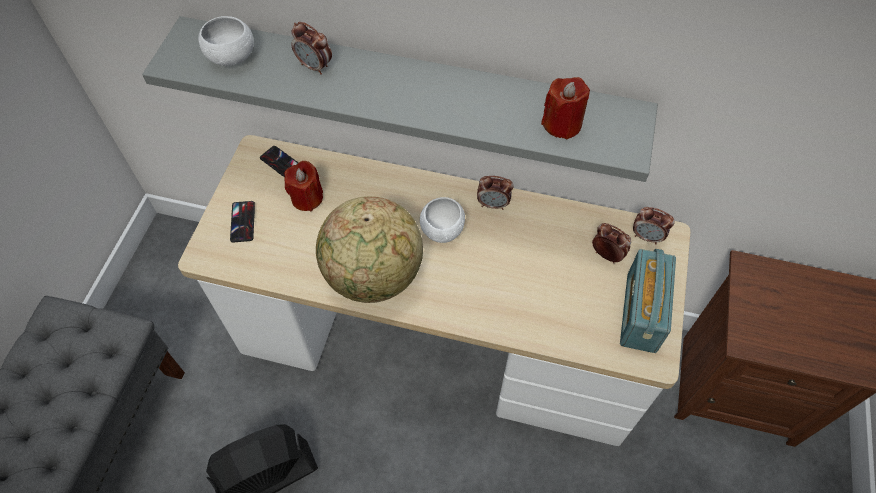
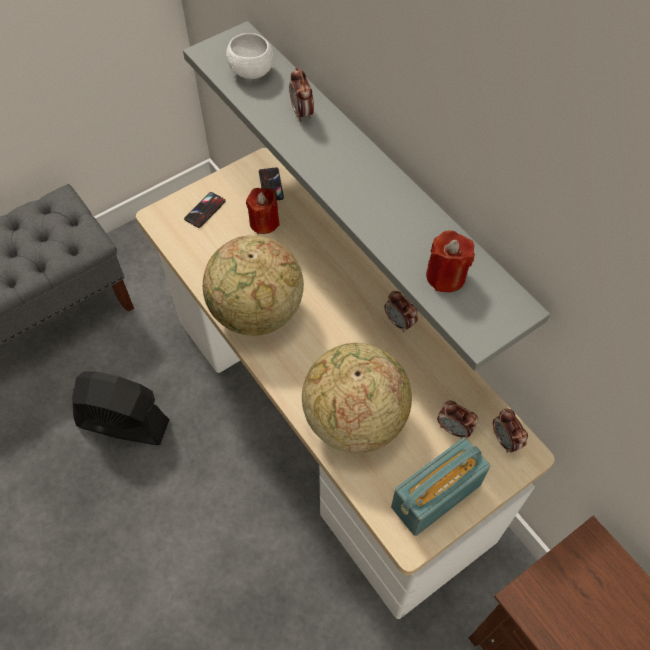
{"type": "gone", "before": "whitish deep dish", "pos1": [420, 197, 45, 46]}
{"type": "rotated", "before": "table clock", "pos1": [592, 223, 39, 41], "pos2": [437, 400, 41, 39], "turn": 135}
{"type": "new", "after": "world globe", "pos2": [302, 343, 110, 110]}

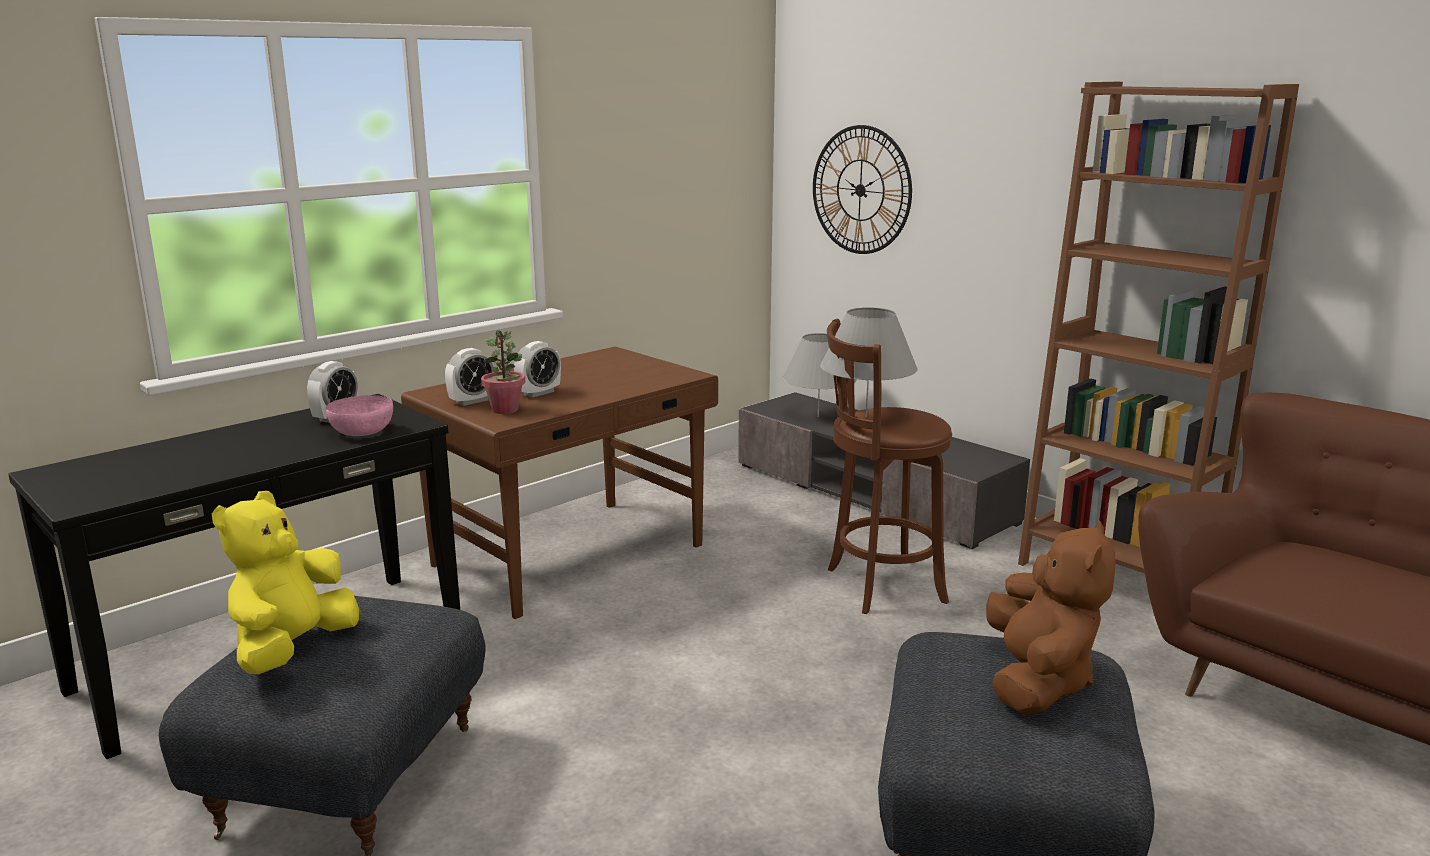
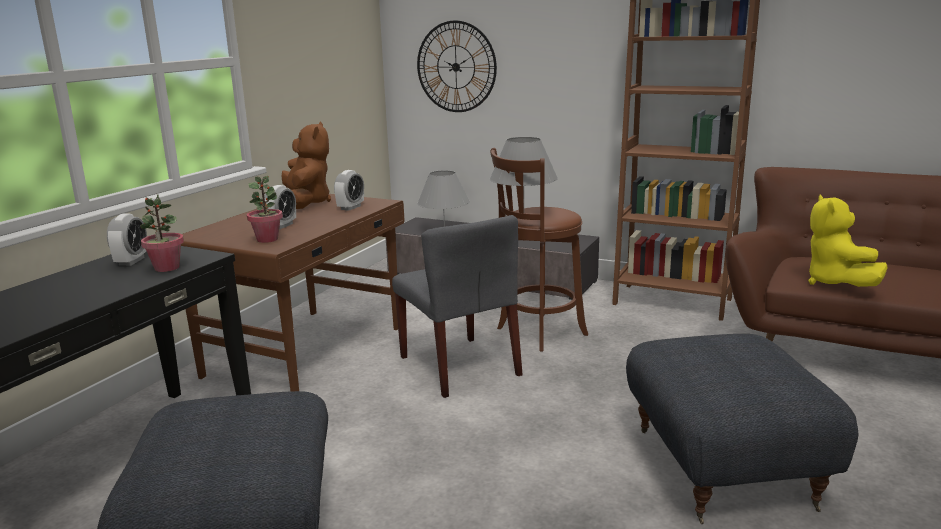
{"type": "shifted", "before": "table clock", "pos1": [445, 348, 50, 58], "pos2": [334, 170, 30, 41]}
{"type": "swapped", "before": "pinkish deep dish", "after": "plant in a pot", "pos1": [326, 395, 67, 41], "pos2": [140, 195, 44, 77]}
{"type": "shifted", "before": "yellowish plush toy", "pos1": [212, 491, 147, 183], "pos2": [808, 195, 80, 92]}
{"type": "shifted", "before": "brownish plush toy", "pos1": [986, 520, 129, 195], "pos2": [282, 121, 49, 88]}
{"type": "new", "after": "greyish chair", "pos2": [392, 215, 131, 183]}

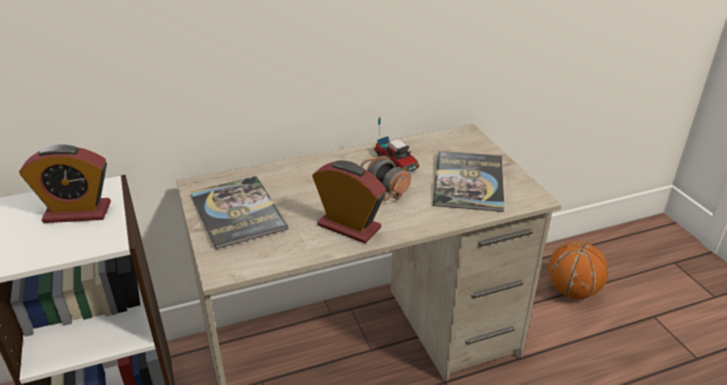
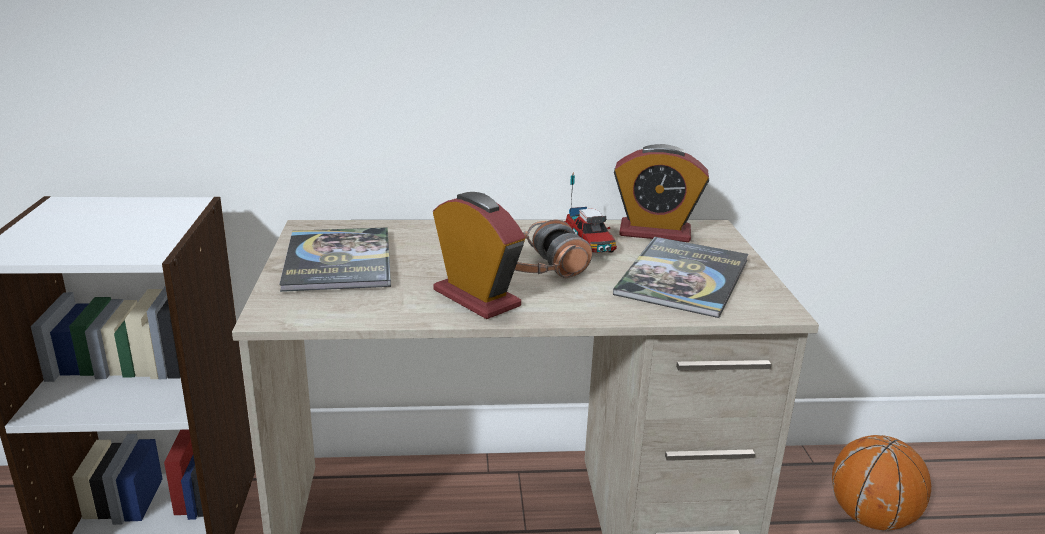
{"type": "shifted", "before": "table clock", "pos1": [19, 144, 92, 79], "pos2": [614, 144, 95, 98]}

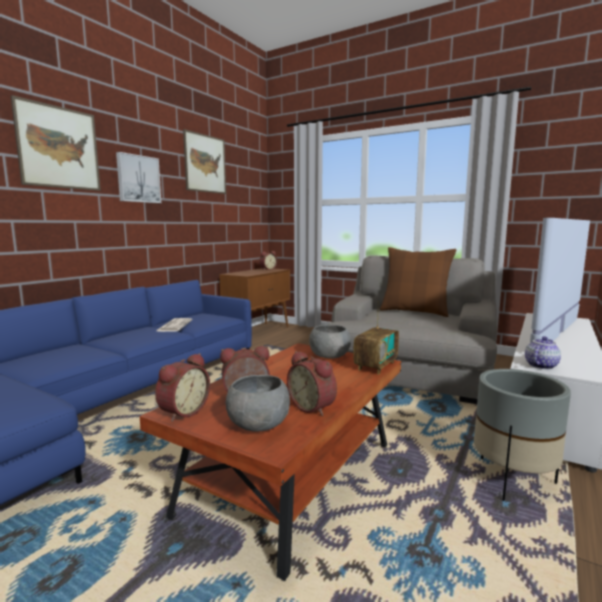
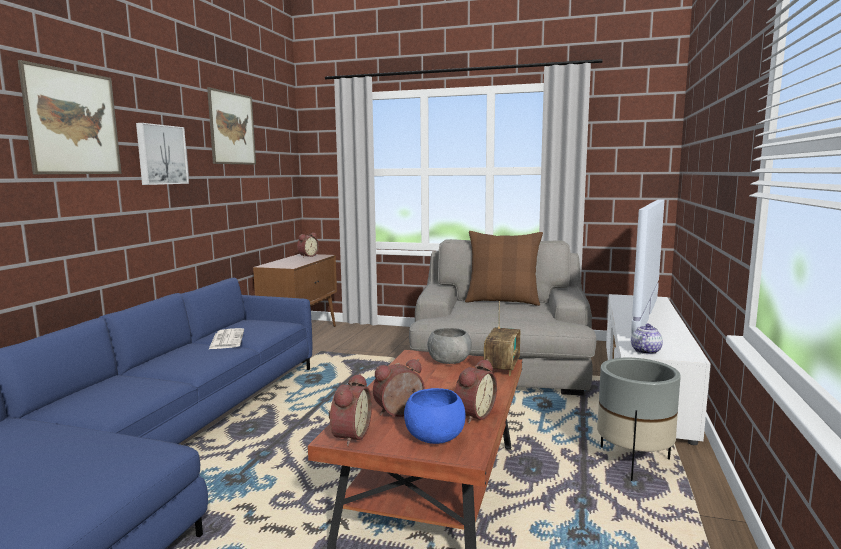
{"type": "rotated", "before": "table clock", "pos1": [287, 351, 50, 65], "pos2": [455, 359, 42, 65], "turn": -90}
{"type": "repainted", "before": "greyish deep dish", "after": "blue-coloured deep dish", "pos1": [226, 375, 64, 57], "pos2": [404, 388, 62, 56]}

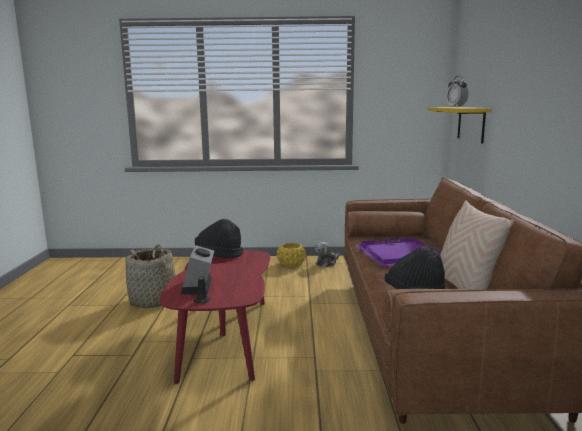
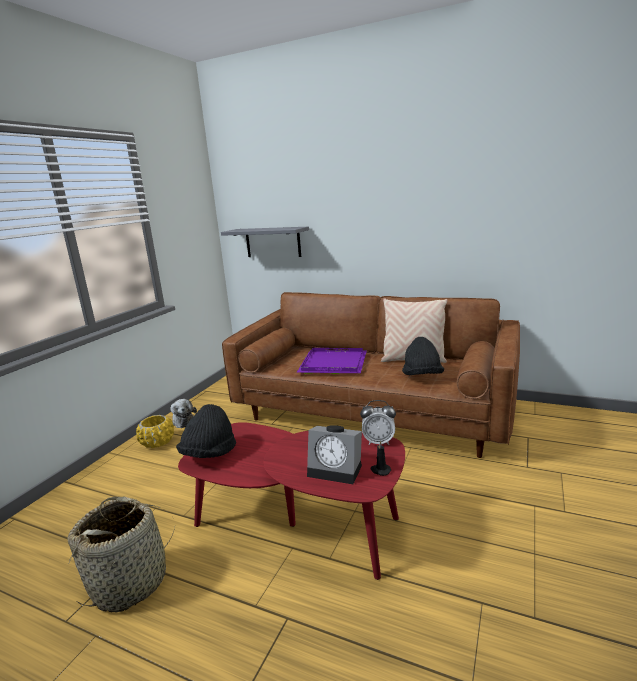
{"type": "shifted", "before": "table clock", "pos1": [446, 76, 23, 32], "pos2": [360, 400, 36, 45]}
{"type": "repainted", "before": "yellowish wall shelf", "after": "greyish wall shelf", "pos1": [428, 107, 63, 37], "pos2": [221, 227, 88, 30]}

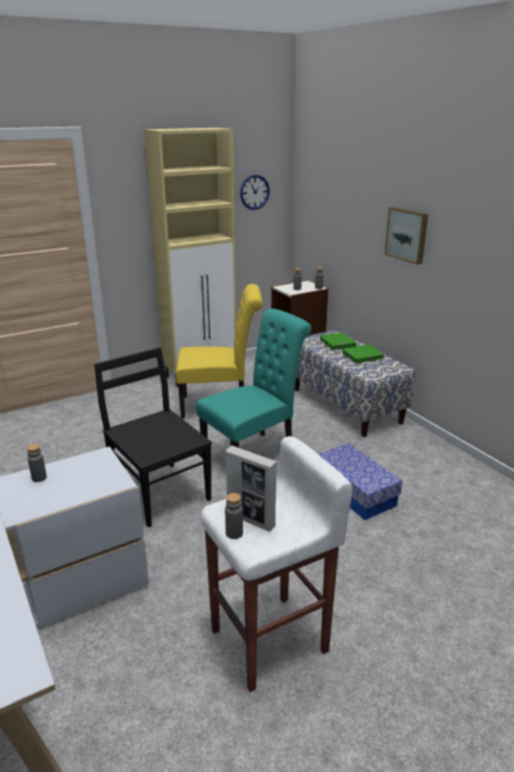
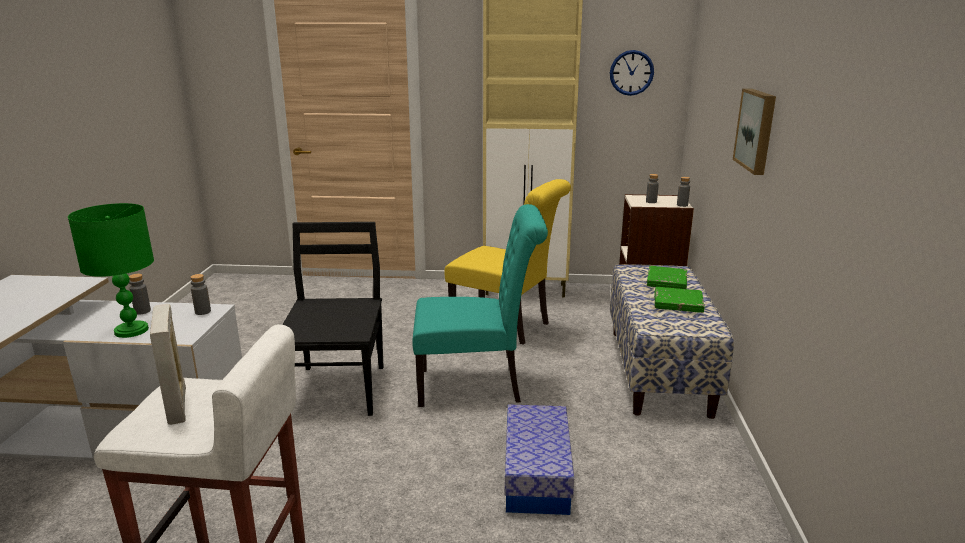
{"type": "shifted", "before": "greyish drink bottle", "pos1": [225, 493, 18, 46], "pos2": [190, 274, 21, 41]}
{"type": "new", "after": "greenish lamp for a table", "pos2": [68, 203, 86, 135]}

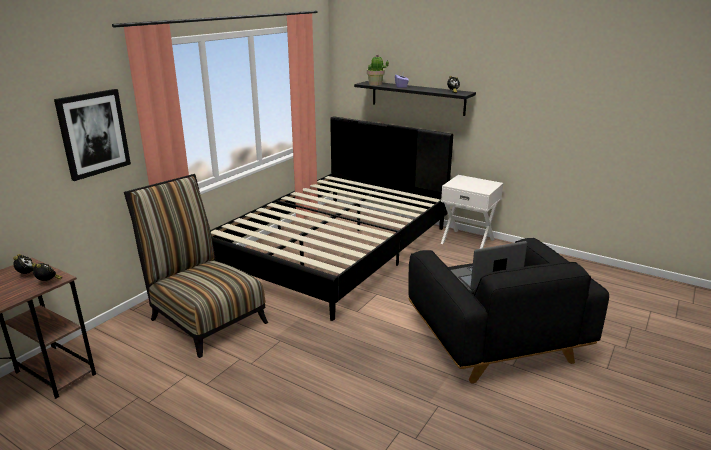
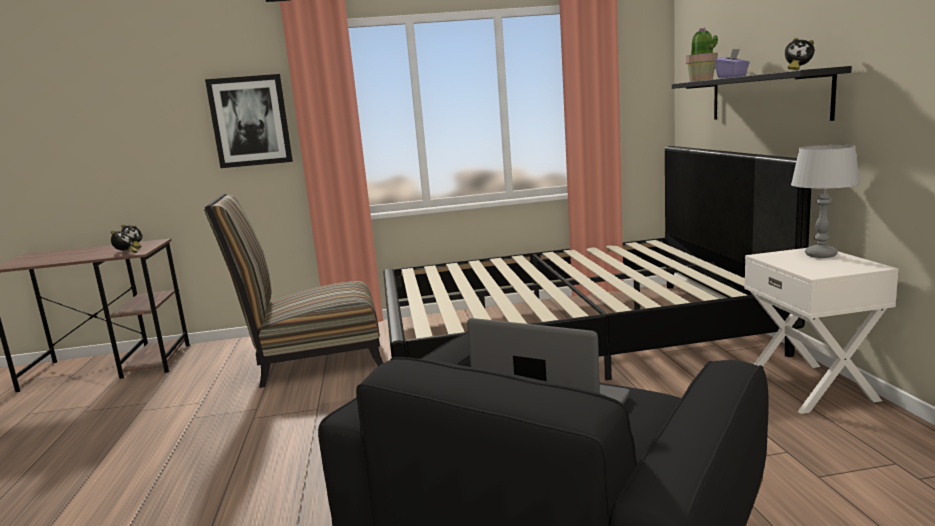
{"type": "rotated", "before": "chair", "pos1": [124, 174, 144, 184], "pos2": [204, 194, 179, 194], "turn": -105}
{"type": "new", "after": "greyish lamp for a table", "pos2": [791, 145, 69, 113]}

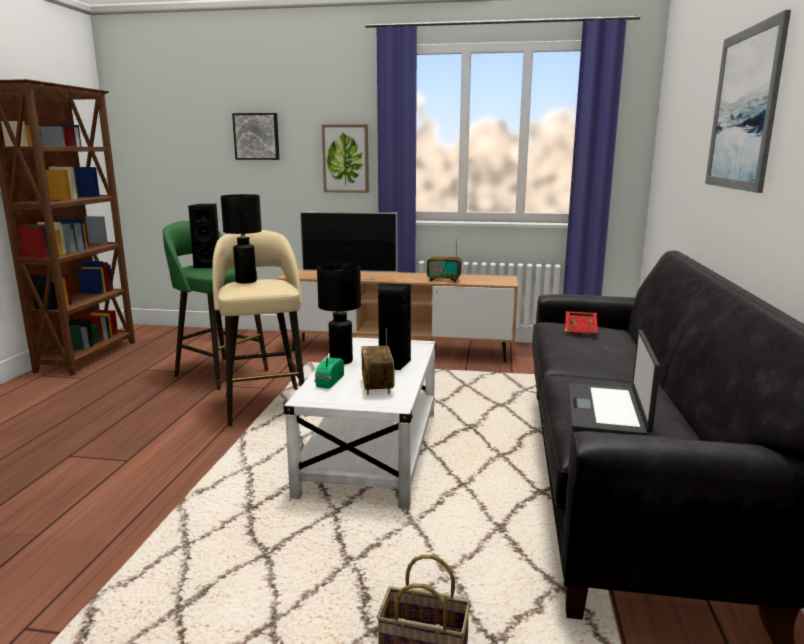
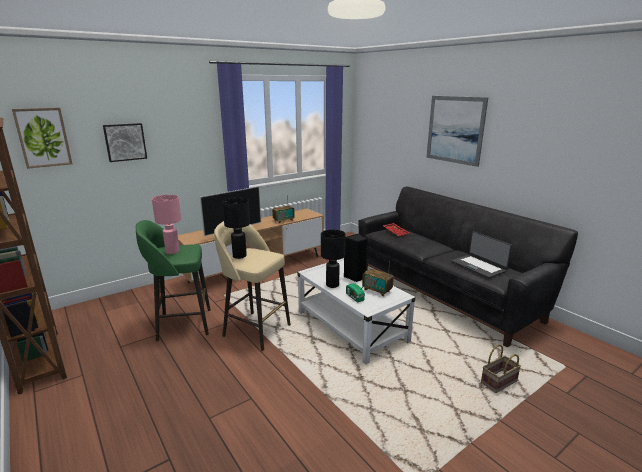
{"type": "shifted", "before": "picture", "pos1": [322, 124, 47, 69], "pos2": [12, 108, 60, 61]}
{"type": "swapped", "before": "blackish speaker", "after": "pinkish lamp for a table", "pos1": [188, 204, 31, 64], "pos2": [152, 195, 29, 59]}

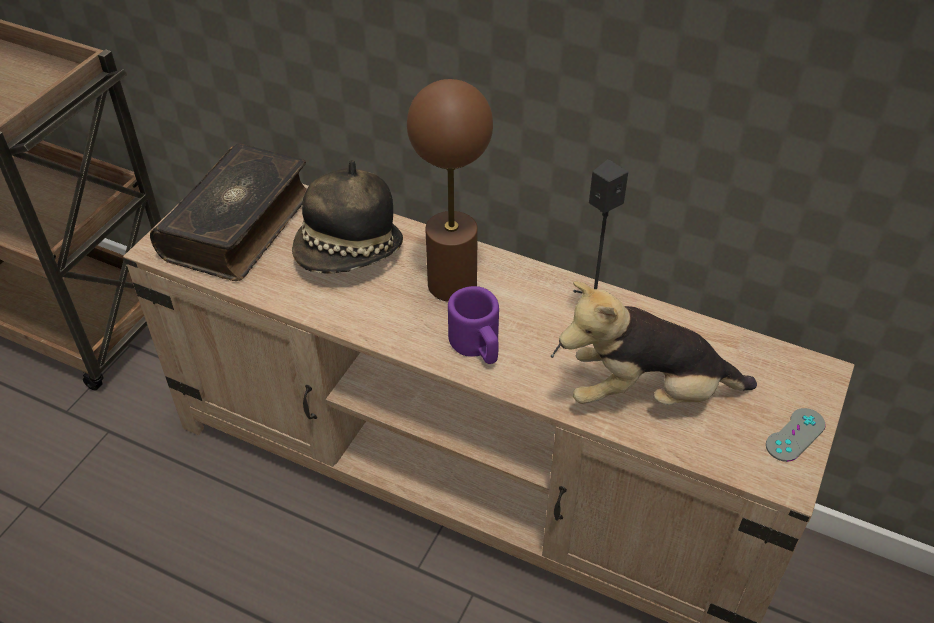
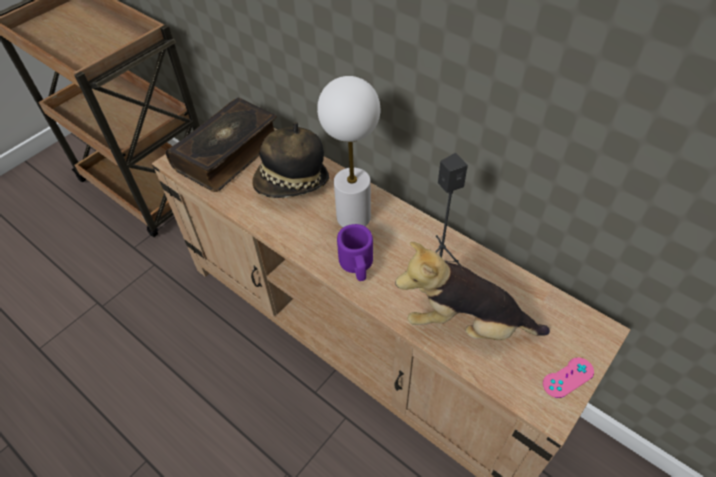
{"type": "repainted", "before": "brownish lamp for a table", "after": "whitish lamp for a table", "pos1": [407, 79, 86, 223], "pos2": [317, 76, 63, 151]}
{"type": "repainted", "before": "greyish game controller", "after": "pinkish game controller", "pos1": [766, 408, 60, 54], "pos2": [543, 357, 51, 41]}

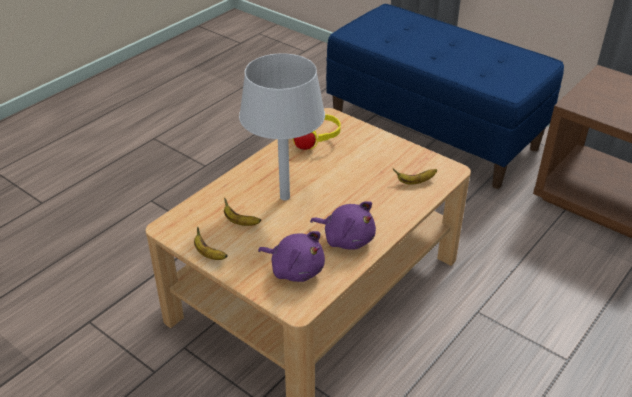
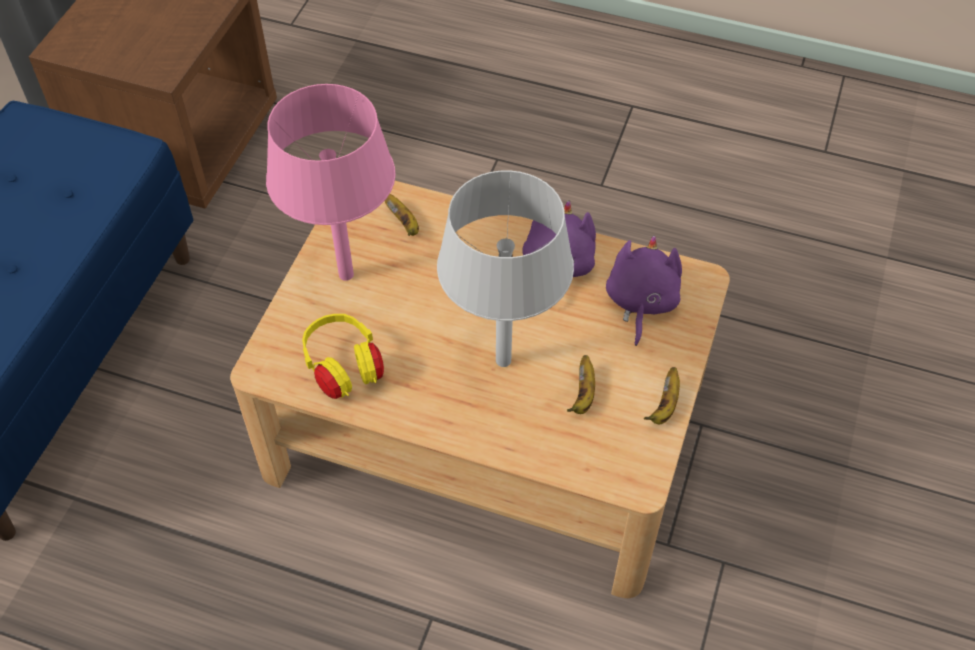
{"type": "new", "after": "pinkish lamp for a table", "pos2": [266, 84, 130, 197]}

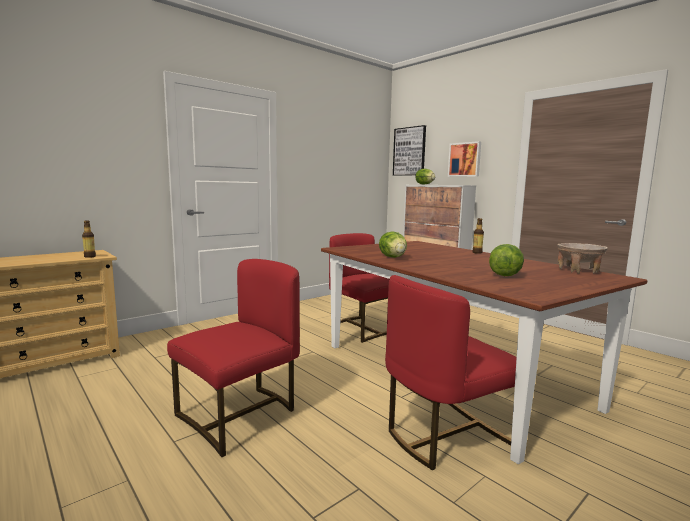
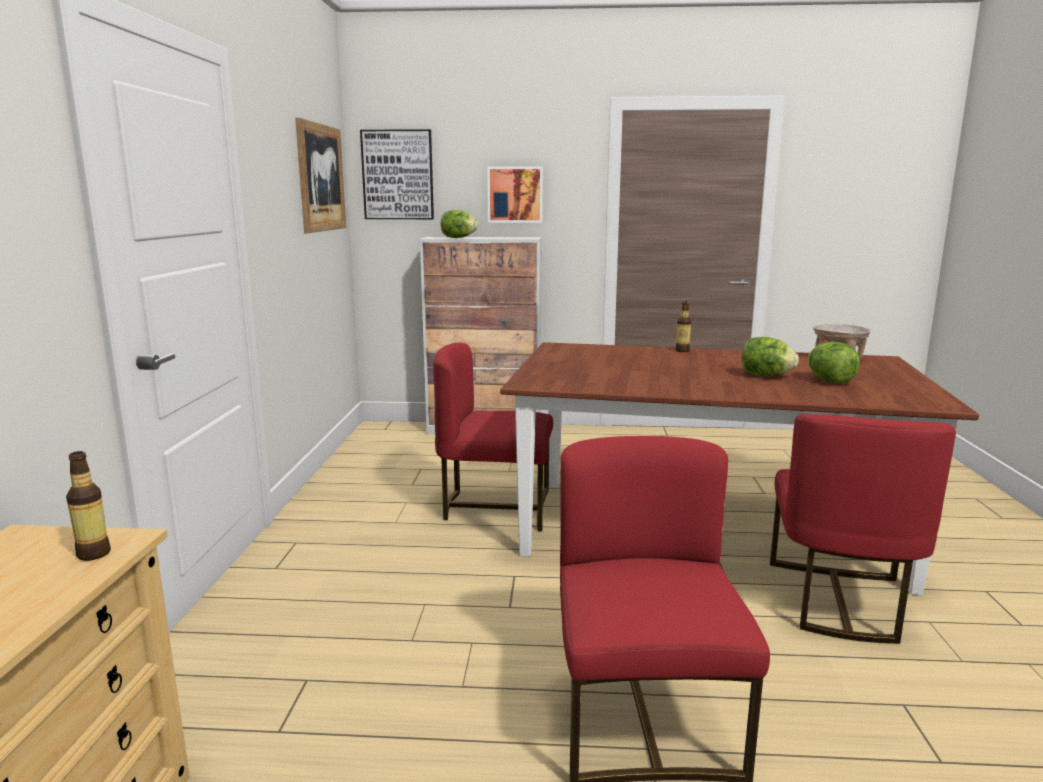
{"type": "shifted", "before": "head of lettuce", "pos1": [379, 231, 28, 27], "pos2": [742, 337, 57, 39]}
{"type": "new", "after": "picture", "pos2": [295, 118, 51, 115]}

